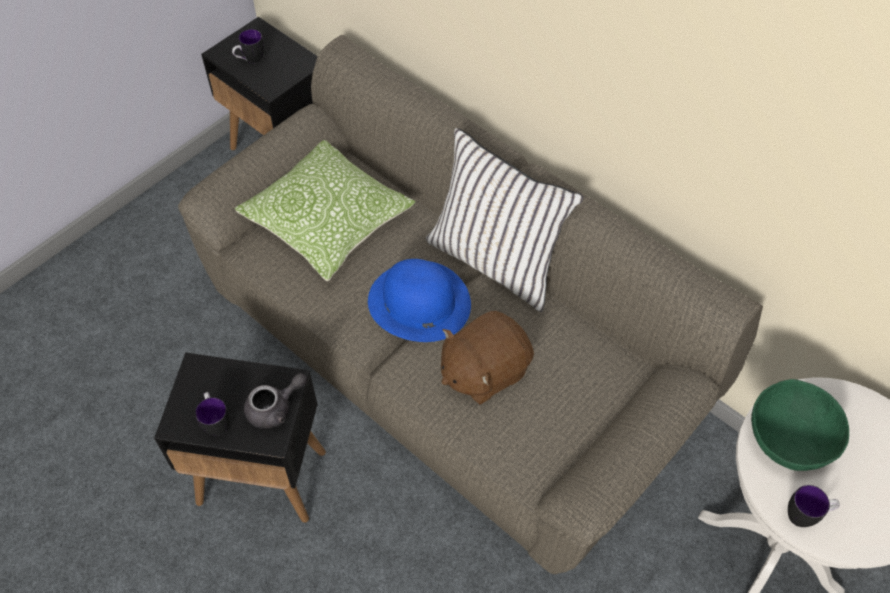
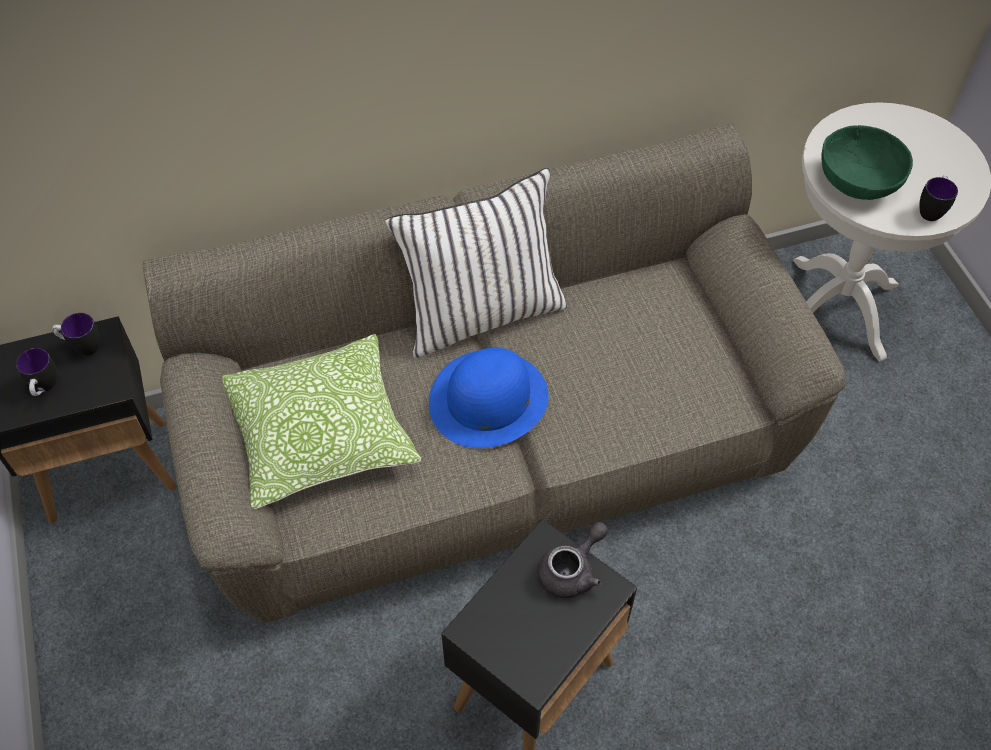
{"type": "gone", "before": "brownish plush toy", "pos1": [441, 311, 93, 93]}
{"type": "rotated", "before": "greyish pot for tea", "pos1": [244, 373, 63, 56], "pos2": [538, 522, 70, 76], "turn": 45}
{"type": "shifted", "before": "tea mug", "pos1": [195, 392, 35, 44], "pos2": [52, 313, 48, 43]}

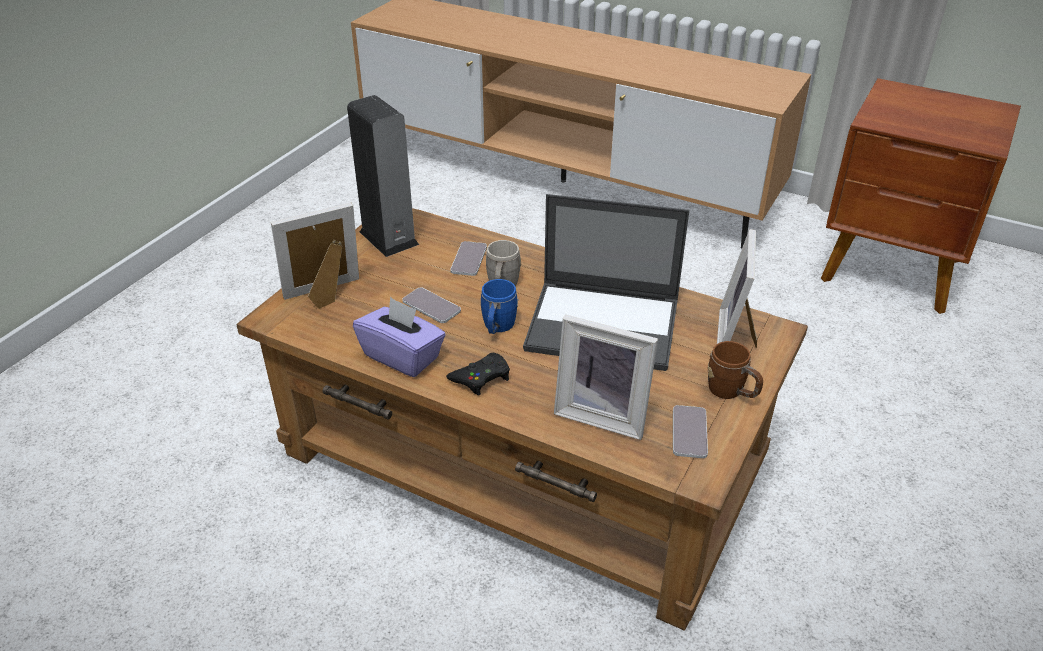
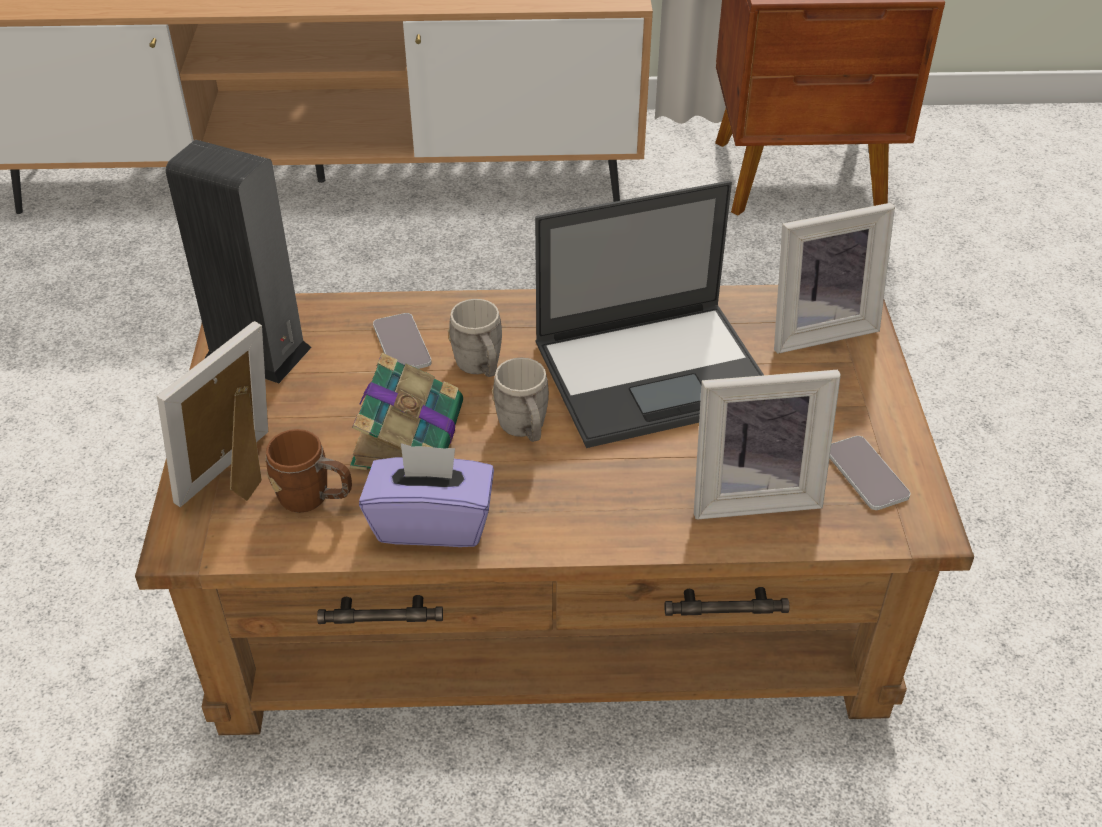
{"type": "rotated", "before": "standing frame", "pos1": [717, 229, 40, 119], "pos2": [774, 203, 121, 151], "turn": -90}
{"type": "repainted", "before": "blue-coloured tea mug", "after": "greyish tea mug", "pos1": [481, 279, 38, 55], "pos2": [492, 357, 57, 85]}
{"type": "swapped", "before": "handset", "after": "volume", "pos1": [402, 287, 59, 36], "pos2": [350, 353, 113, 117]}
{"type": "shifted", "before": "brownish tea mug", "pos1": [708, 341, 55, 58], "pos2": [265, 429, 87, 84]}
{"type": "gone", "before": "blackish game controller", "pos1": [446, 353, 64, 43]}

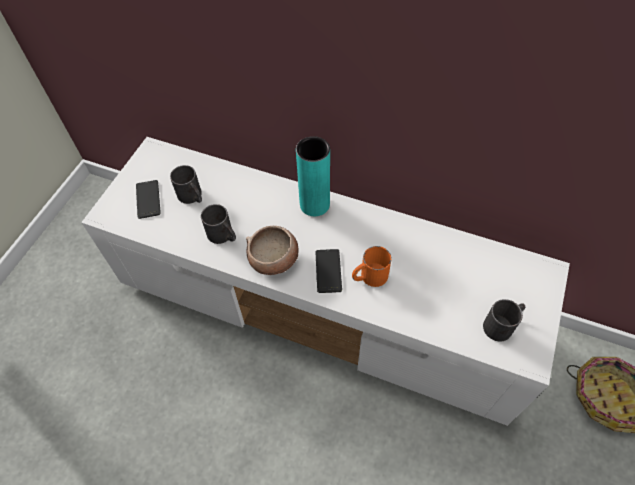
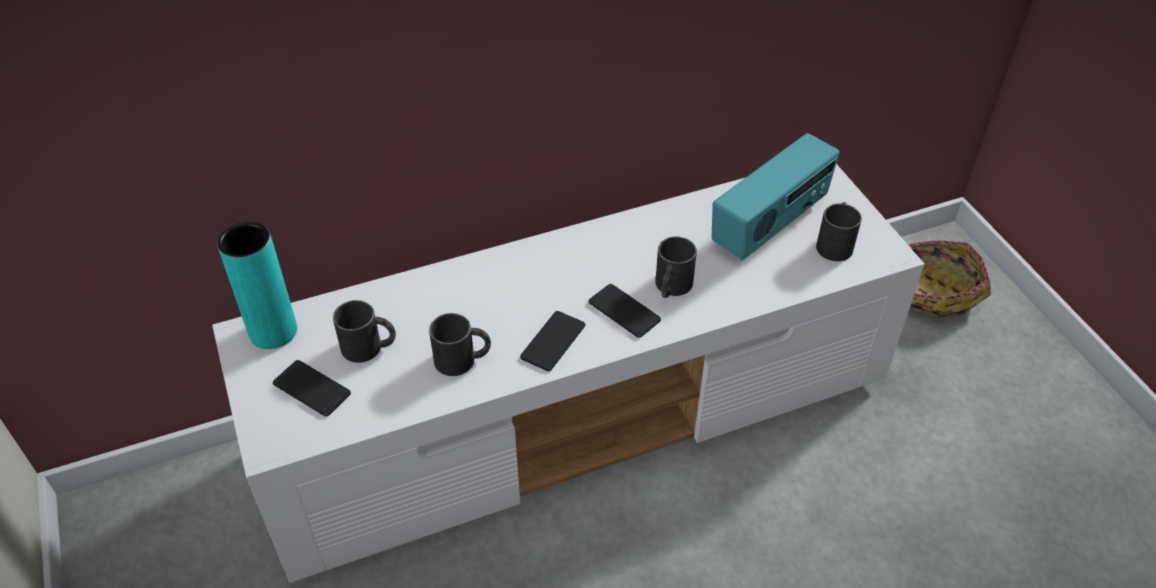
{"type": "shifted", "before": "turquoise-coloured vase", "pos1": [296, 136, 34, 80], "pos2": [217, 222, 80, 127]}
{"type": "swapped", "before": "deep dish", "after": "handset", "pos1": [246, 226, 53, 49], "pos2": [520, 311, 65, 60]}
{"type": "repainted", "before": "orange-coloured tea mug", "after": "blackish tea mug", "pos1": [352, 246, 40, 41], "pos2": [655, 237, 42, 61]}
{"type": "new", "after": "radio receiver", "pos2": [712, 133, 127, 127]}

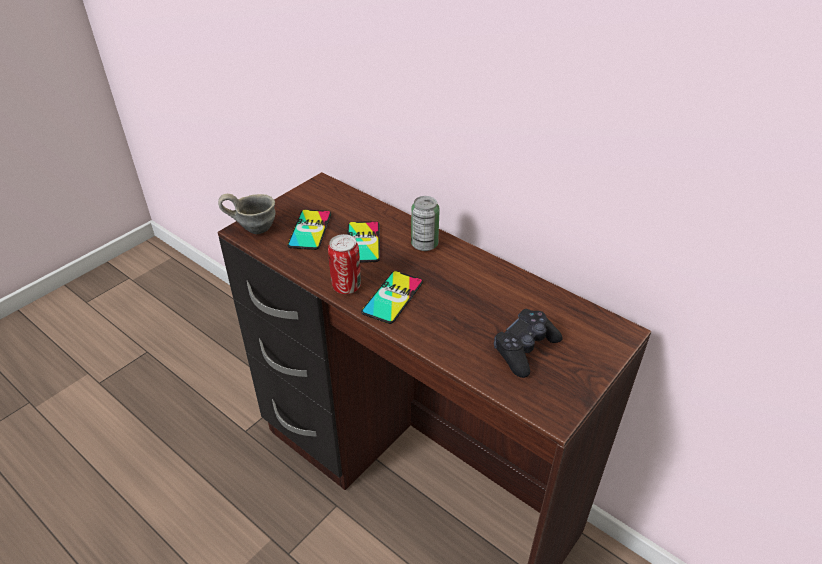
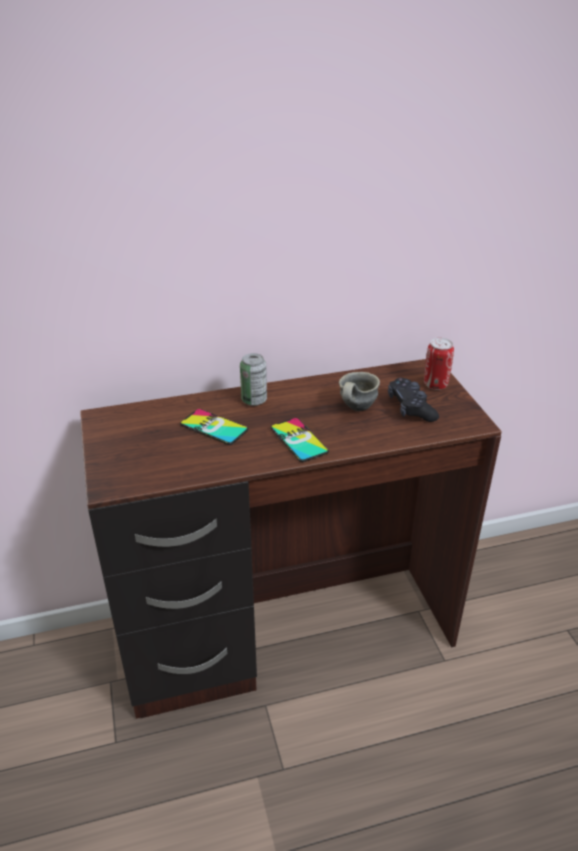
{"type": "shifted", "before": "greyish tea mug", "pos1": [218, 194, 58, 40], "pos2": [339, 372, 41, 39]}
{"type": "gone", "before": "handset", "pos1": [287, 209, 44, 41]}
{"type": "shifted", "before": "sealed can", "pos1": [328, 234, 33, 60], "pos2": [424, 338, 30, 52]}

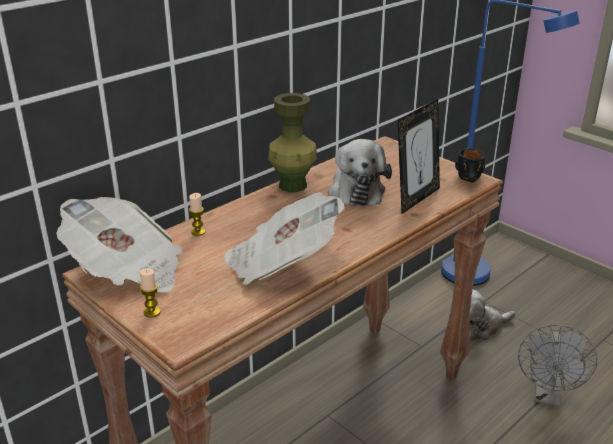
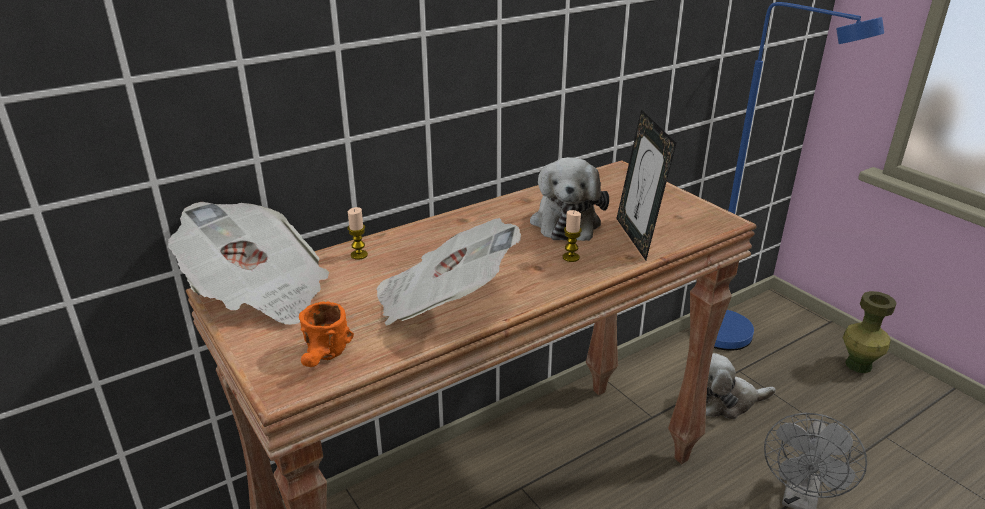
{"type": "shifted", "before": "greenish vase", "pos1": [268, 93, 49, 99], "pos2": [842, 291, 55, 82]}
{"type": "rotated", "before": "standing frame", "pos1": [398, 99, 42, 115], "pos2": [616, 109, 60, 152], "turn": 120}
{"type": "gone", "before": "blackish tea mug", "pos1": [455, 148, 31, 35]}
{"type": "shifted", "before": "wax light", "pos1": [140, 268, 21, 50], "pos2": [563, 210, 19, 52]}
{"type": "new", "after": "orange-coloured tea mug", "pos2": [299, 301, 55, 66]}

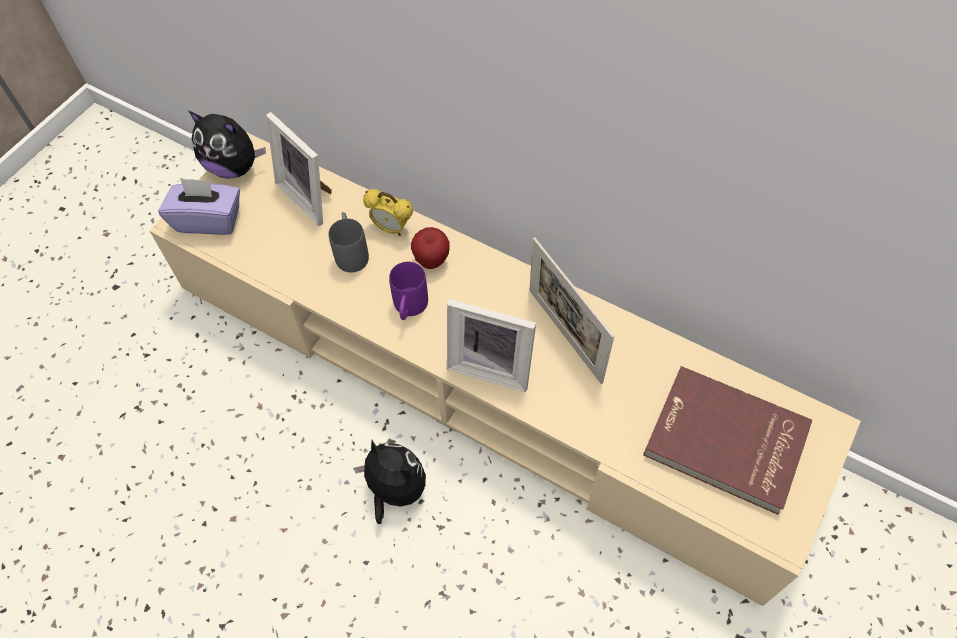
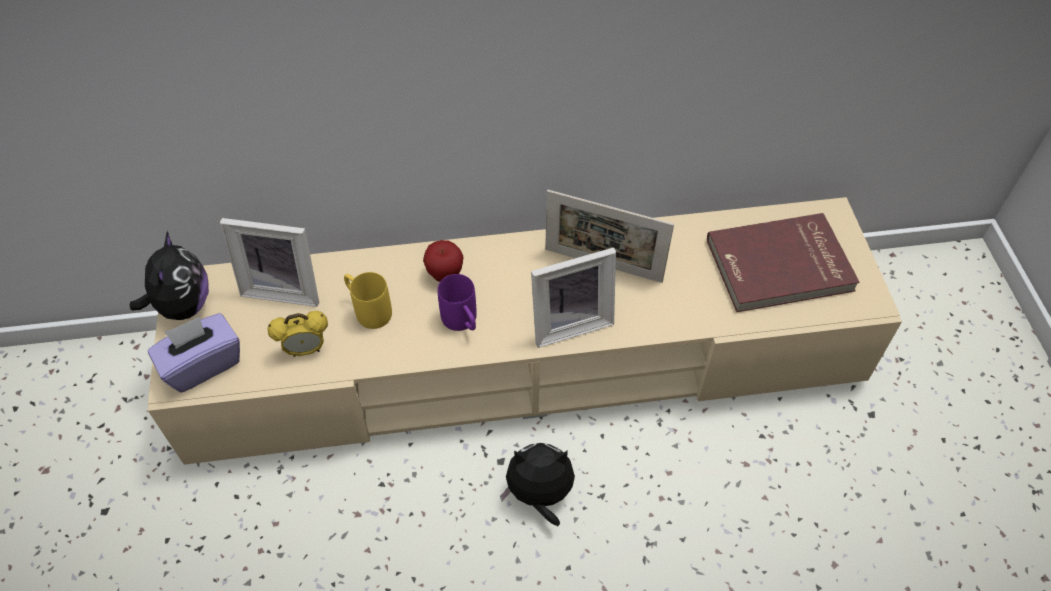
{"type": "rotated", "before": "plush toy", "pos1": [189, 111, 77, 68], "pos2": [130, 231, 79, 89], "turn": -75}
{"type": "shifted", "before": "table clock", "pos1": [363, 189, 50, 47], "pos2": [268, 311, 60, 46]}
{"type": "repainted", "before": "greyish tea mug", "after": "yellowish tea mug", "pos1": [328, 212, 41, 60], "pos2": [344, 272, 48, 57]}

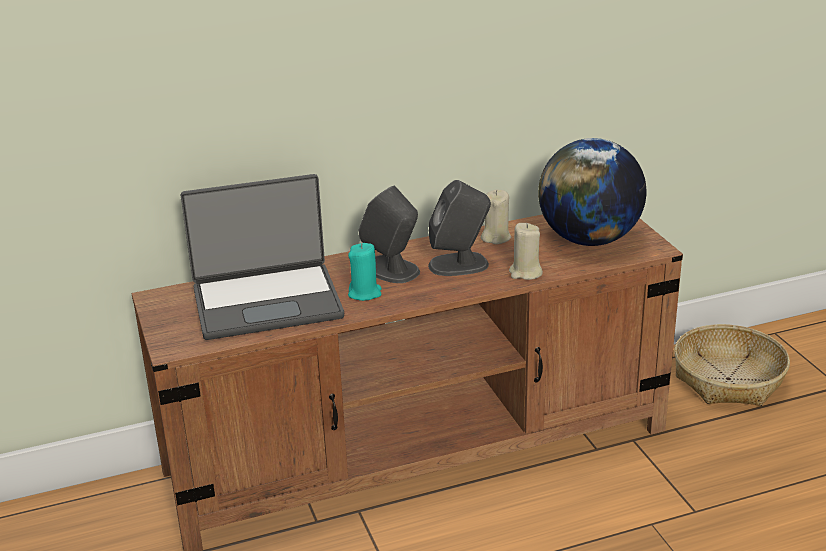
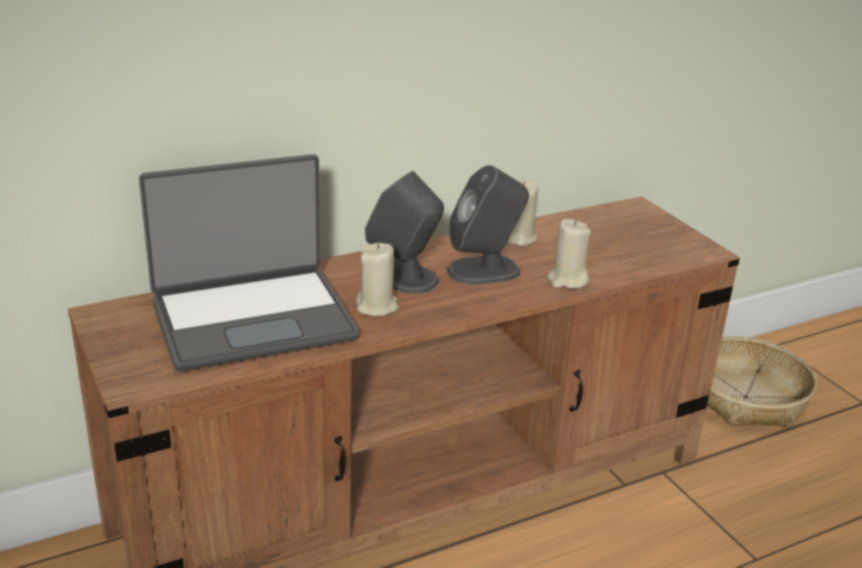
{"type": "gone", "before": "world globe", "pos1": [538, 138, 109, 108]}
{"type": "repainted", "before": "turquoise-coloured wax light", "after": "beige wax light", "pos1": [348, 243, 34, 58], "pos2": [356, 243, 43, 73]}

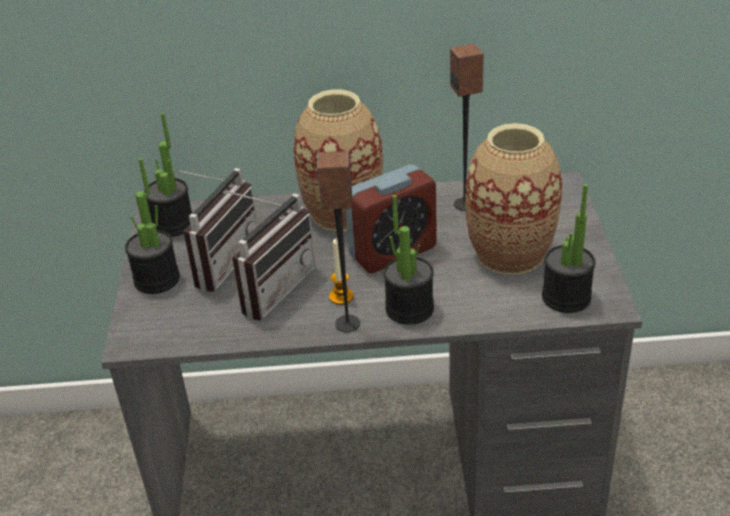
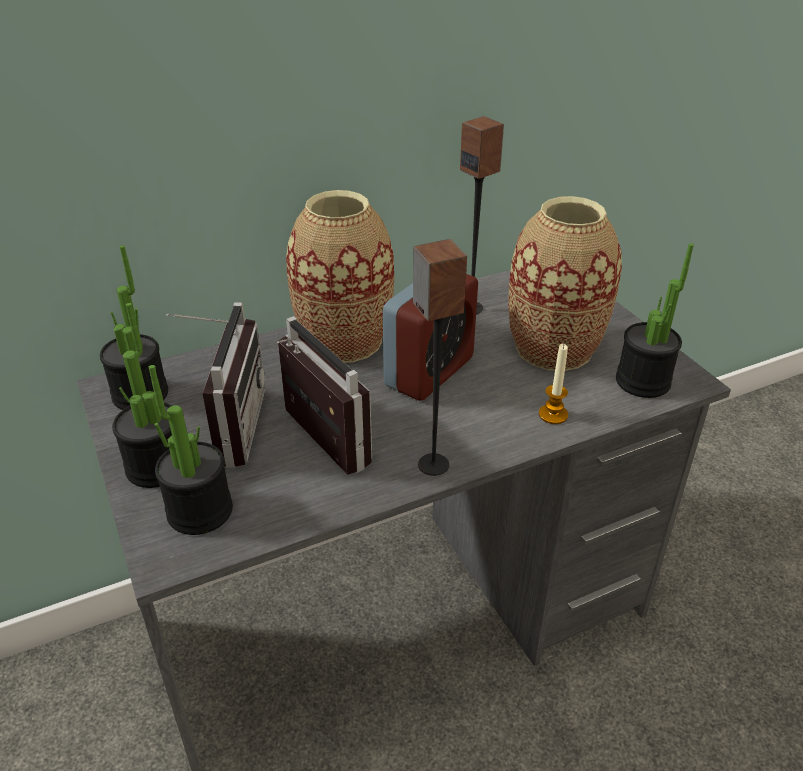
{"type": "rotated", "before": "radio receiver", "pos1": [227, 191, 89, 130], "pos2": [277, 316, 95, 159], "turn": -45}
{"type": "shifted", "before": "plant in a pot", "pos1": [384, 195, 50, 130], "pos2": [149, 365, 84, 170]}
{"type": "shifted", "before": "wax light", "pos1": [329, 239, 25, 66], "pos2": [539, 344, 29, 80]}

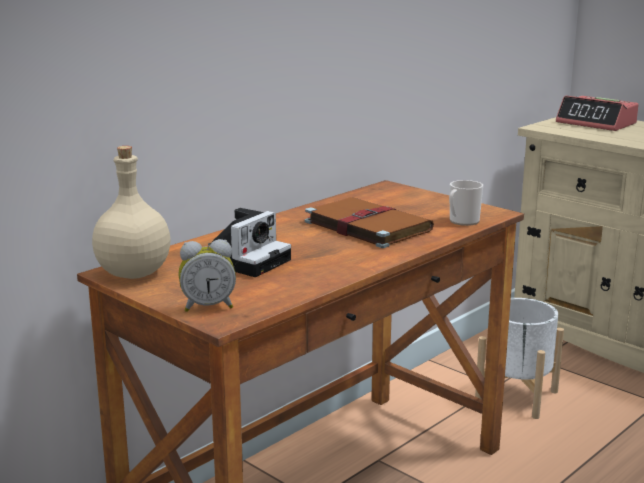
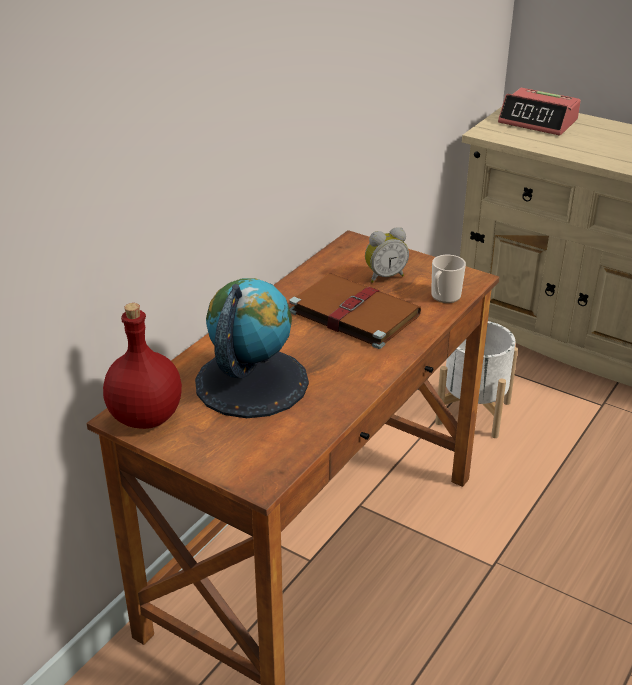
{"type": "repainted", "before": "beige drink bottle", "after": "red-coloured drink bottle", "pos1": [92, 146, 79, 133], "pos2": [103, 303, 79, 126]}
{"type": "swapped", "before": "still camera", "after": "world globe", "pos1": [211, 208, 80, 69], "pos2": [195, 278, 114, 140]}
{"type": "shifted", "before": "table clock", "pos1": [179, 239, 57, 73], "pos2": [365, 227, 44, 56]}

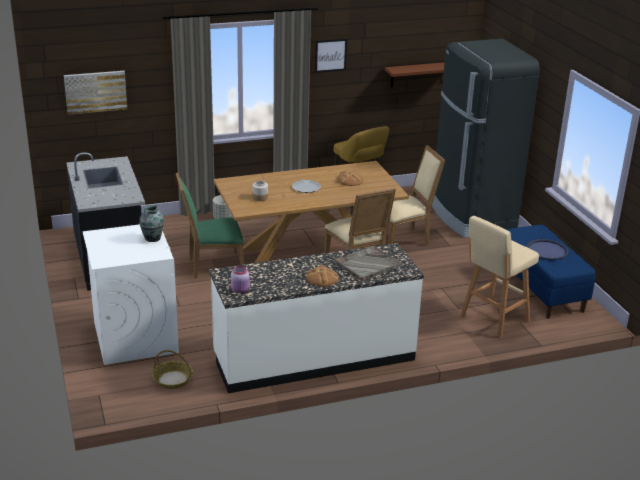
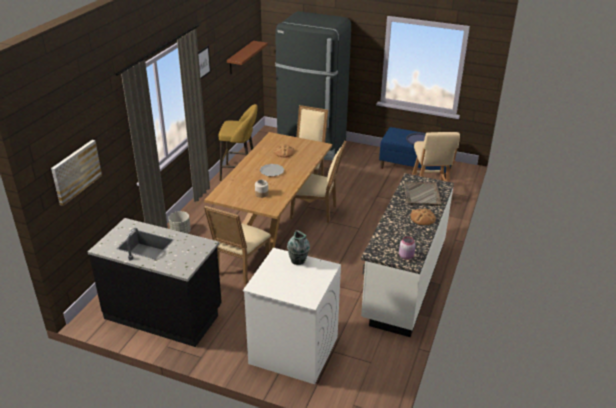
{"type": "repainted", "before": "greenish chair", "after": "beige chair", "pos1": [176, 172, 68, 106], "pos2": [204, 206, 67, 78]}
{"type": "gone", "before": "basket", "pos1": [152, 350, 42, 39]}

